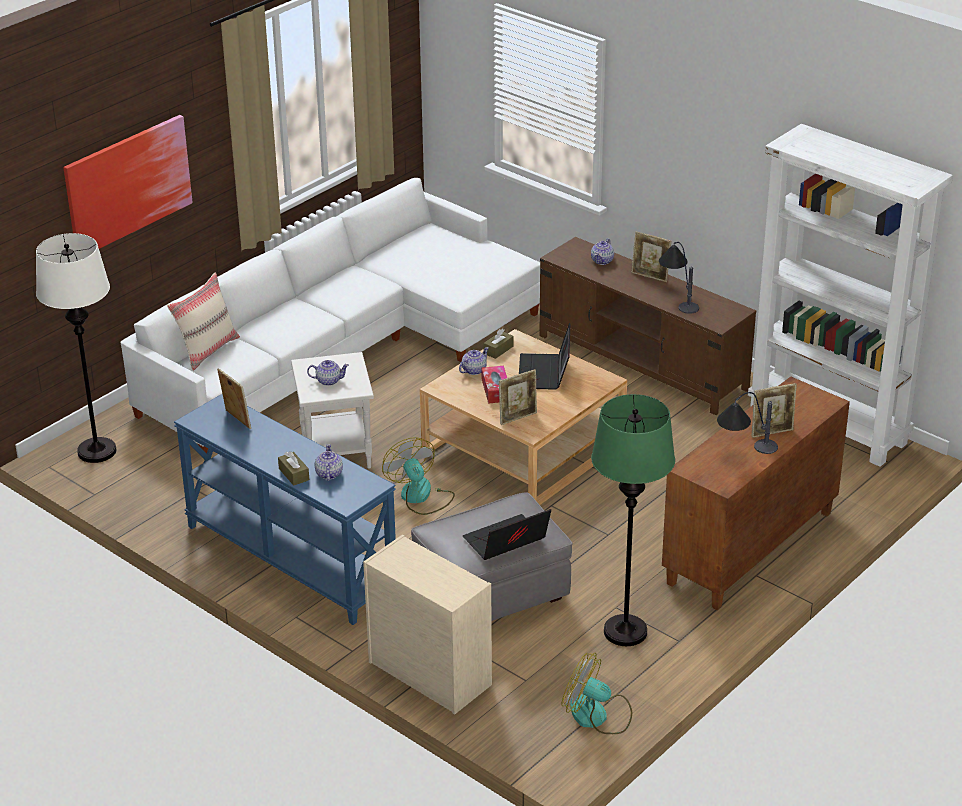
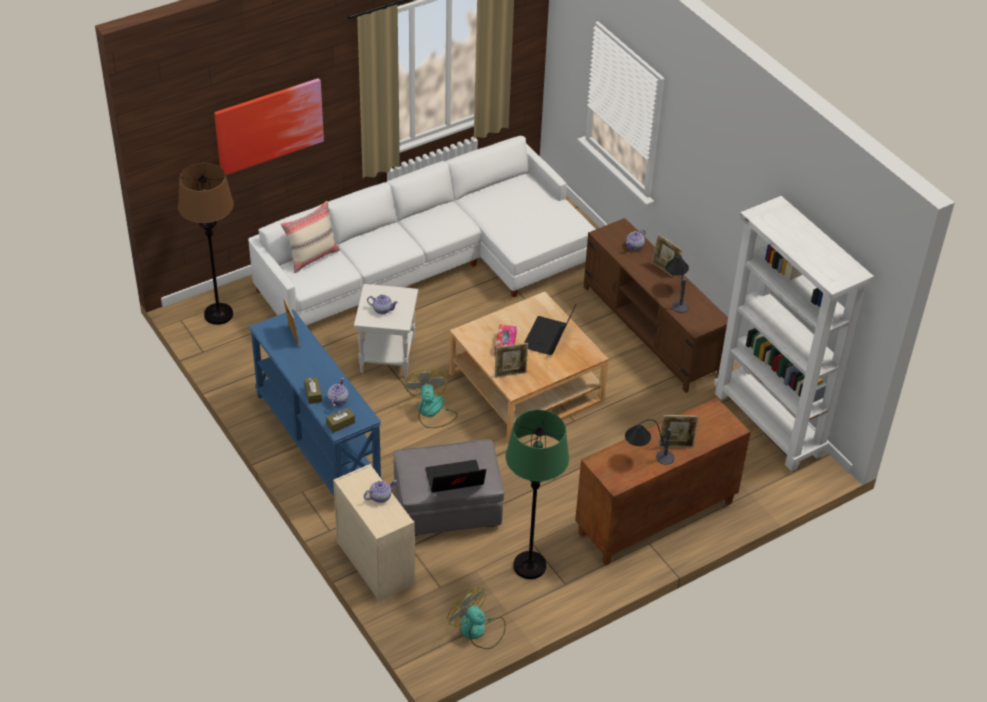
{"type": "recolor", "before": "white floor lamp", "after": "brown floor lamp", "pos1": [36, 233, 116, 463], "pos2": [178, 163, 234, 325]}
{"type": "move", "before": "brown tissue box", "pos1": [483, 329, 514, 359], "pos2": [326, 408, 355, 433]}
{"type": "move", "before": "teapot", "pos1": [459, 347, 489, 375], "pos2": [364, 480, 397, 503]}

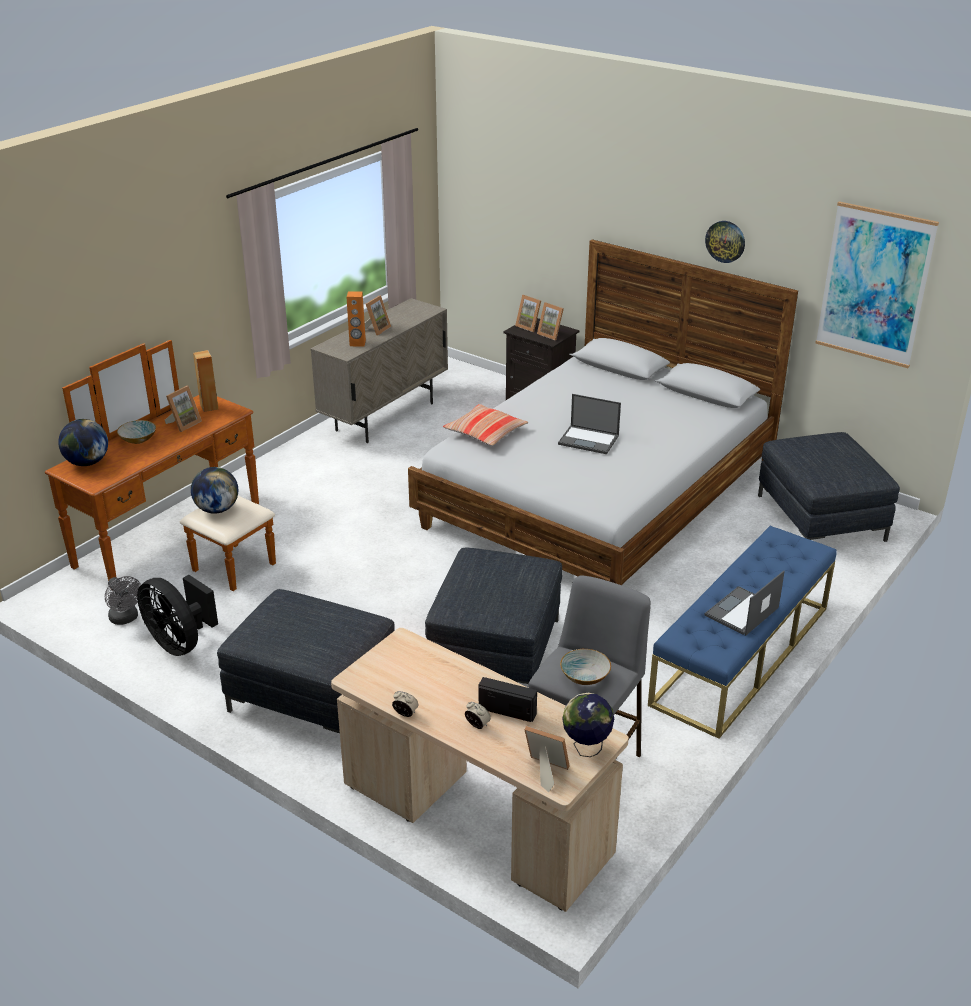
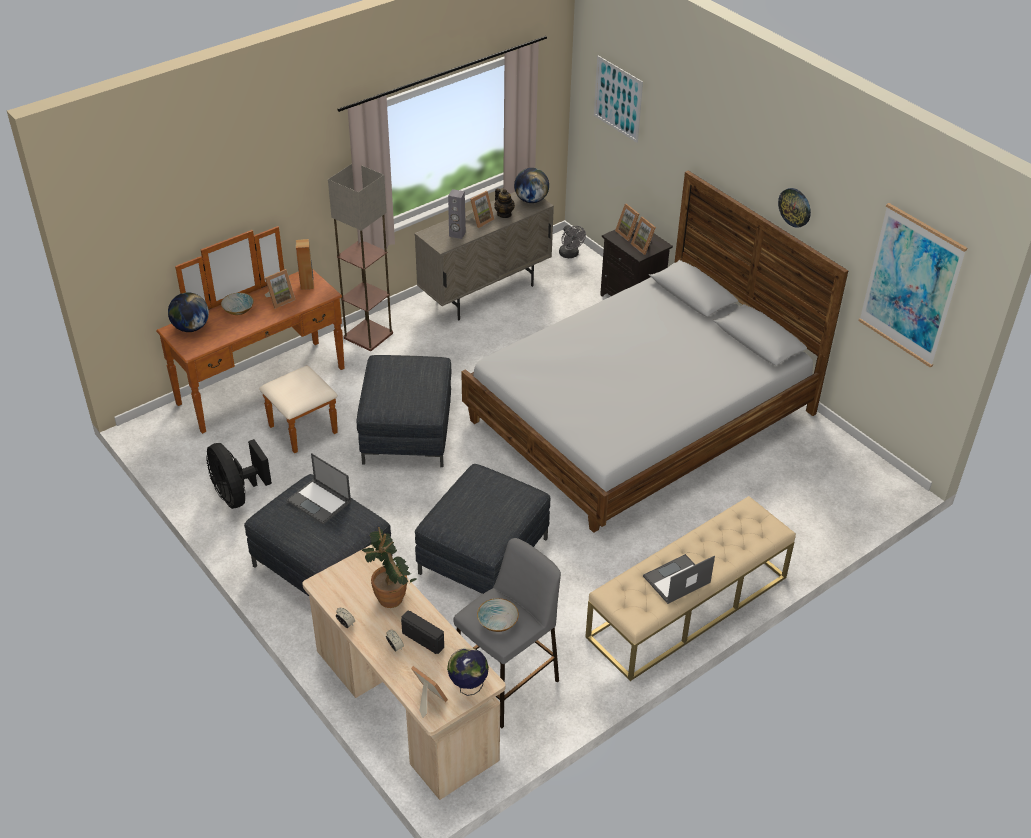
{"type": "move", "before": "laptop", "pos1": [558, 394, 621, 454], "pos2": [287, 453, 351, 525]}
{"type": "insert", "after": "floor lamp", "pos2": [328, 164, 393, 351]}
{"type": "move", "before": "grey ottoman", "pos1": [758, 432, 900, 542], "pos2": [356, 355, 452, 467]}
{"type": "insert", "after": "potted plant", "pos2": [362, 527, 417, 608]}
{"type": "recolor", "before": "orange speaker", "after": "grey speaker", "pos1": [347, 291, 366, 346], "pos2": [448, 189, 466, 239]}
{"type": "insert", "after": "teapot", "pos2": [494, 188, 515, 218]}
{"type": "move", "before": "globe", "pos1": [191, 467, 238, 514], "pos2": [514, 168, 549, 203]}
{"type": "move", "before": "grey fan", "pos1": [105, 576, 141, 625], "pos2": [559, 225, 586, 258]}
{"type": "recolor", "before": "blue bench", "after": "beige bench", "pos1": [648, 526, 837, 739], "pos2": [585, 496, 796, 681]}
{"type": "insert", "after": "picture", "pos2": [594, 56, 643, 143]}
{"type": "delete", "before": "pillow", "pos1": [443, 404, 528, 446]}

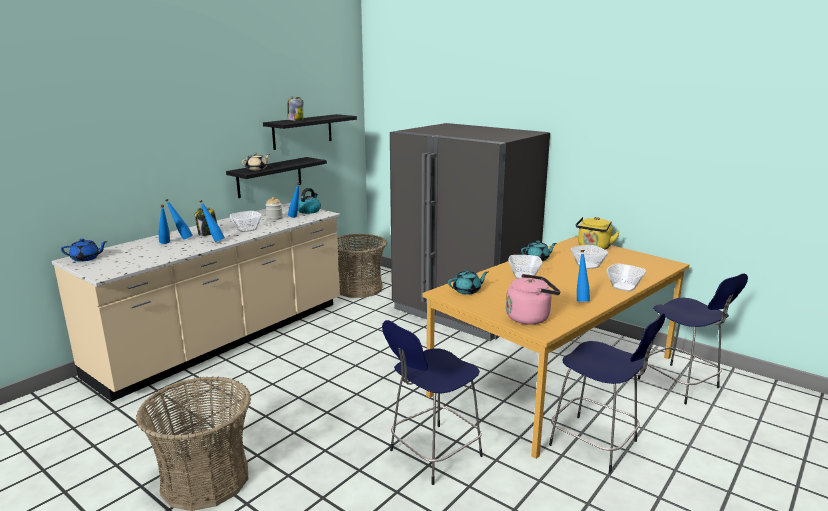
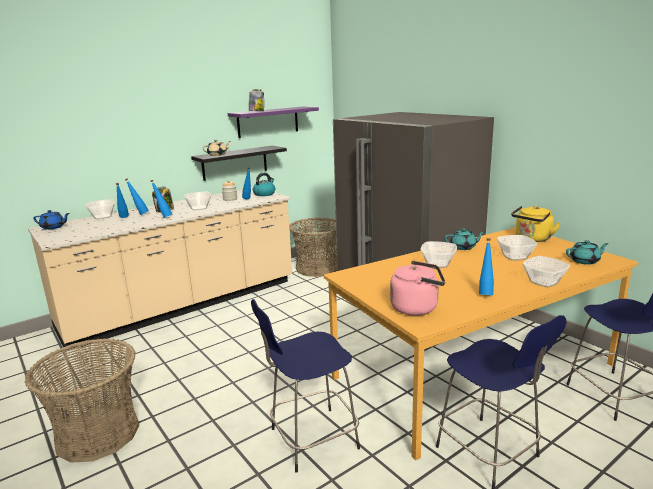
{"type": "insert", "after": "bowl", "pos2": [85, 199, 115, 219]}
{"type": "recolor", "before": "black shelf", "after": "purple shelf", "pos1": [263, 114, 357, 150], "pos2": [228, 107, 319, 138]}
{"type": "move", "before": "turquoise teapot", "pos1": [448, 270, 488, 294], "pos2": [566, 240, 609, 265]}

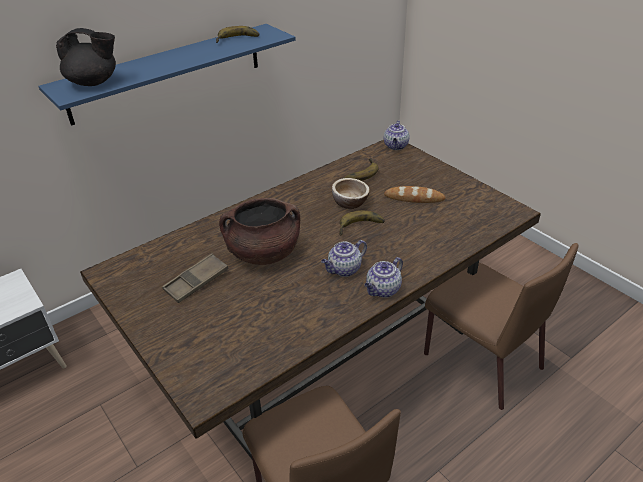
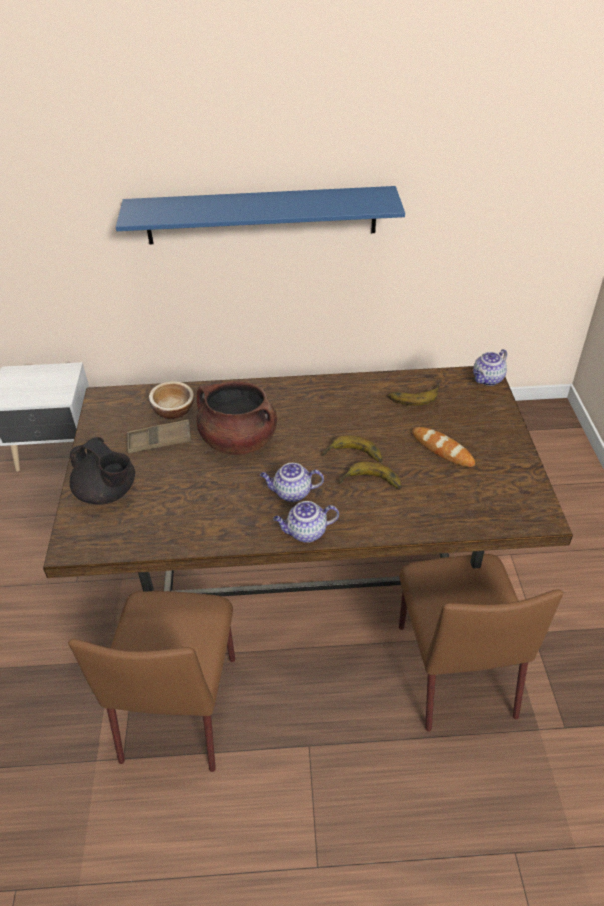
{"type": "move", "before": "black teapot", "pos1": [56, 28, 116, 86], "pos2": [70, 437, 135, 505]}
{"type": "move", "before": "bowl", "pos1": [332, 178, 370, 209], "pos2": [149, 381, 194, 419]}
{"type": "move", "before": "banana", "pos1": [216, 26, 259, 43], "pos2": [338, 462, 402, 490]}

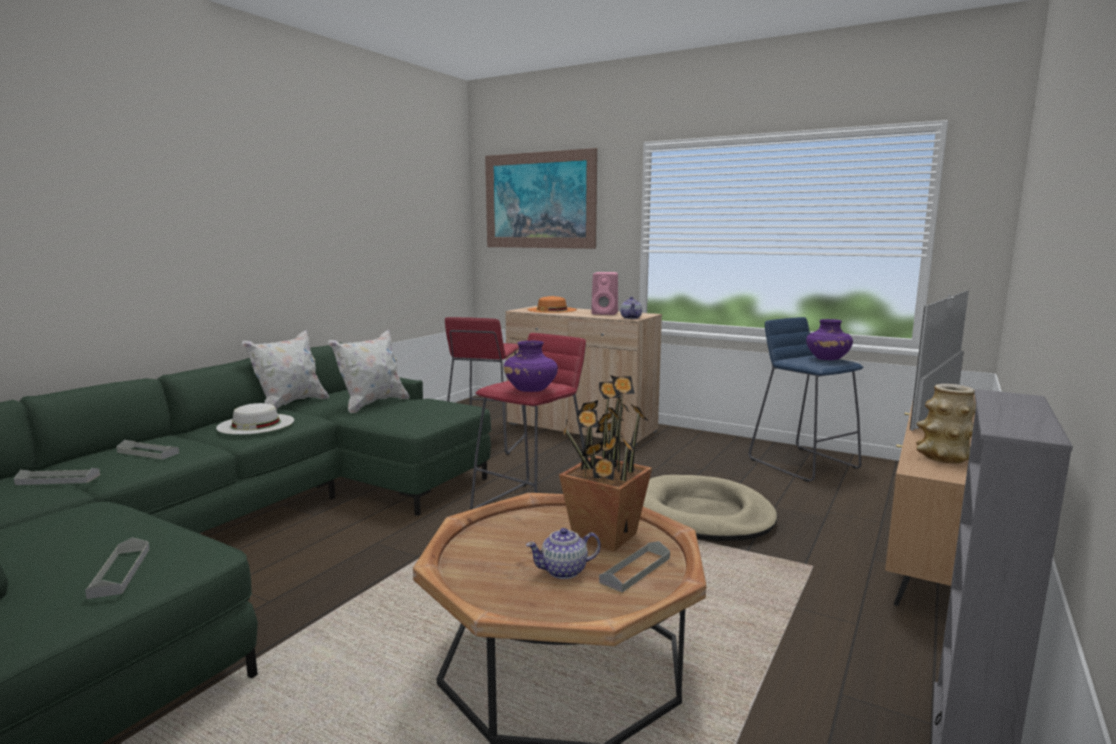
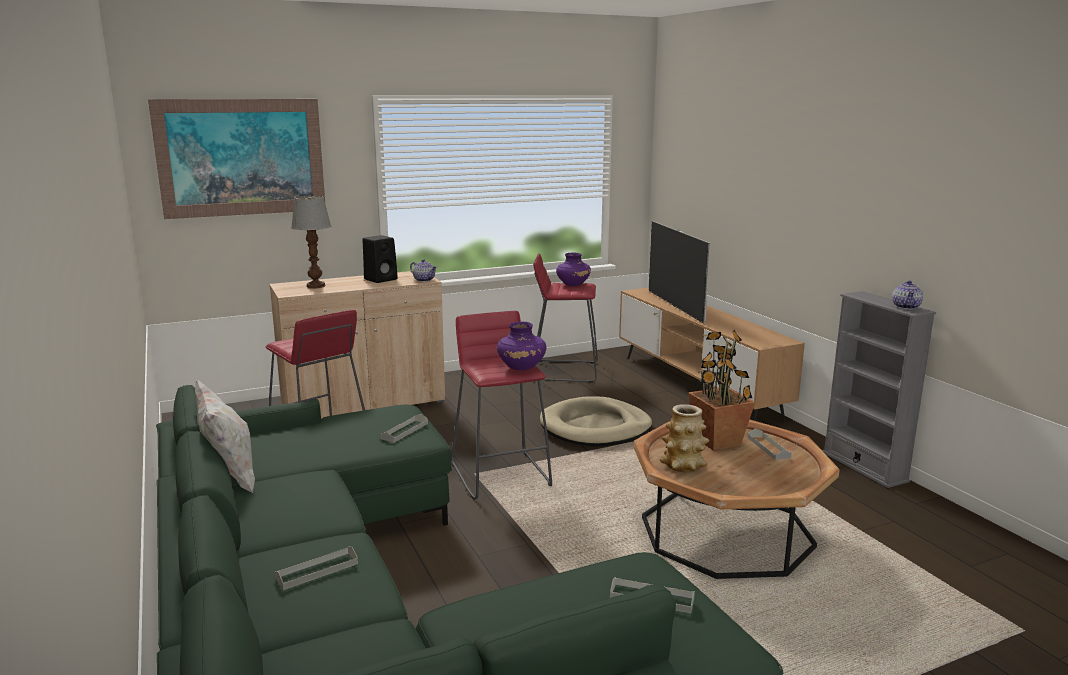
{"type": "replace", "before": "orange hat", "after": "table lamp", "pos1": [528, 296, 577, 313], "pos2": [291, 196, 332, 289]}
{"type": "recolor", "before": "pink speaker", "after": "black speaker", "pos1": [591, 272, 618, 315], "pos2": [362, 235, 397, 283]}
{"type": "move", "before": "grey tray", "pos1": [14, 468, 100, 485], "pos2": [380, 414, 428, 443]}
{"type": "recolor", "before": "blue stool", "after": "red stool", "pos1": [749, 317, 864, 482], "pos2": [533, 253, 598, 382]}
{"type": "move", "before": "vase", "pos1": [916, 384, 976, 464], "pos2": [660, 404, 709, 472]}
{"type": "move", "before": "teapot", "pos1": [526, 528, 601, 579], "pos2": [892, 281, 923, 309]}
{"type": "delete", "before": "white hat", "pos1": [216, 403, 294, 435]}
{"type": "delete", "before": "white pillow", "pos1": [328, 330, 409, 413]}

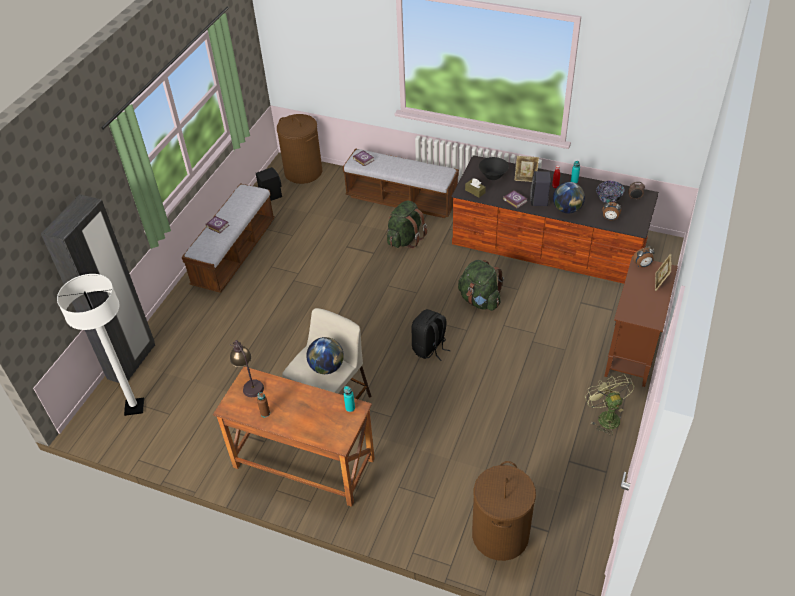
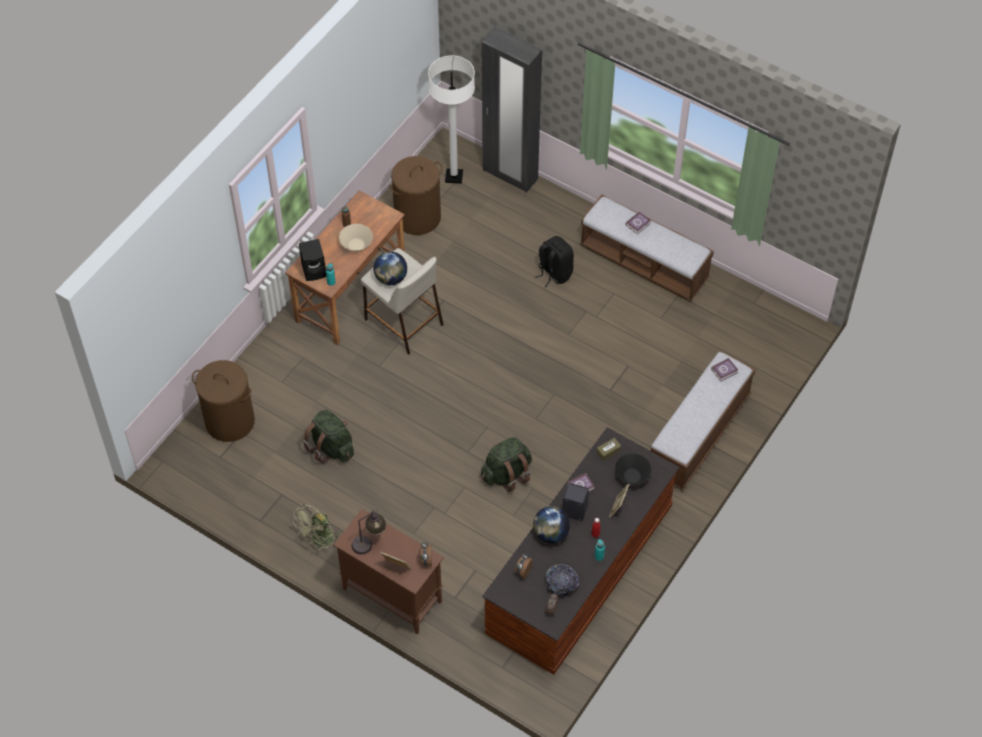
{"type": "rotate", "before": "green fan", "pos1": [585, 374, 635, 435], "pos2": [293, 504, 340, 550], "turn": 135}
{"type": "move", "before": "black speaker", "pos1": [256, 167, 282, 201], "pos2": [299, 239, 326, 281]}
{"type": "move", "before": "green backpack", "pos1": [387, 201, 427, 249], "pos2": [303, 409, 354, 464]}
{"type": "insert", "after": "beige bowl", "pos2": [339, 224, 373, 252]}
{"type": "move", "before": "table lamp", "pos1": [230, 340, 264, 397], "pos2": [352, 509, 386, 555]}
{"type": "move", "before": "brown laundry basket", "pos1": [277, 114, 323, 184], "pos2": [389, 156, 443, 235]}
{"type": "move", "before": "black backpack", "pos1": [411, 309, 451, 361], "pos2": [535, 236, 574, 288]}

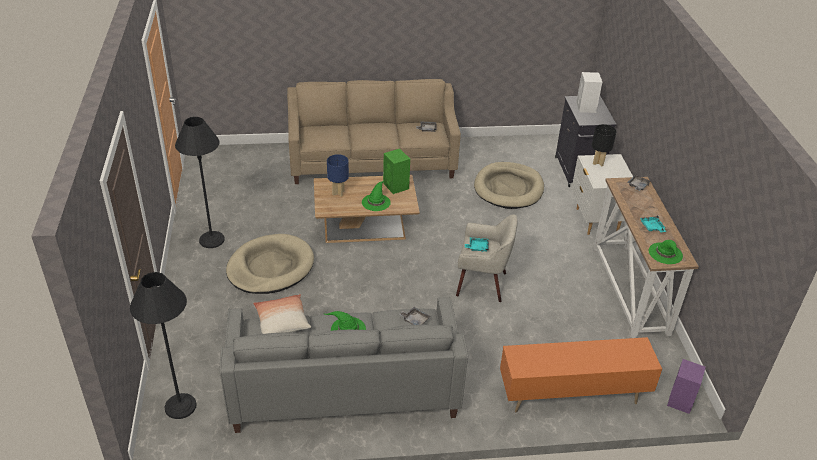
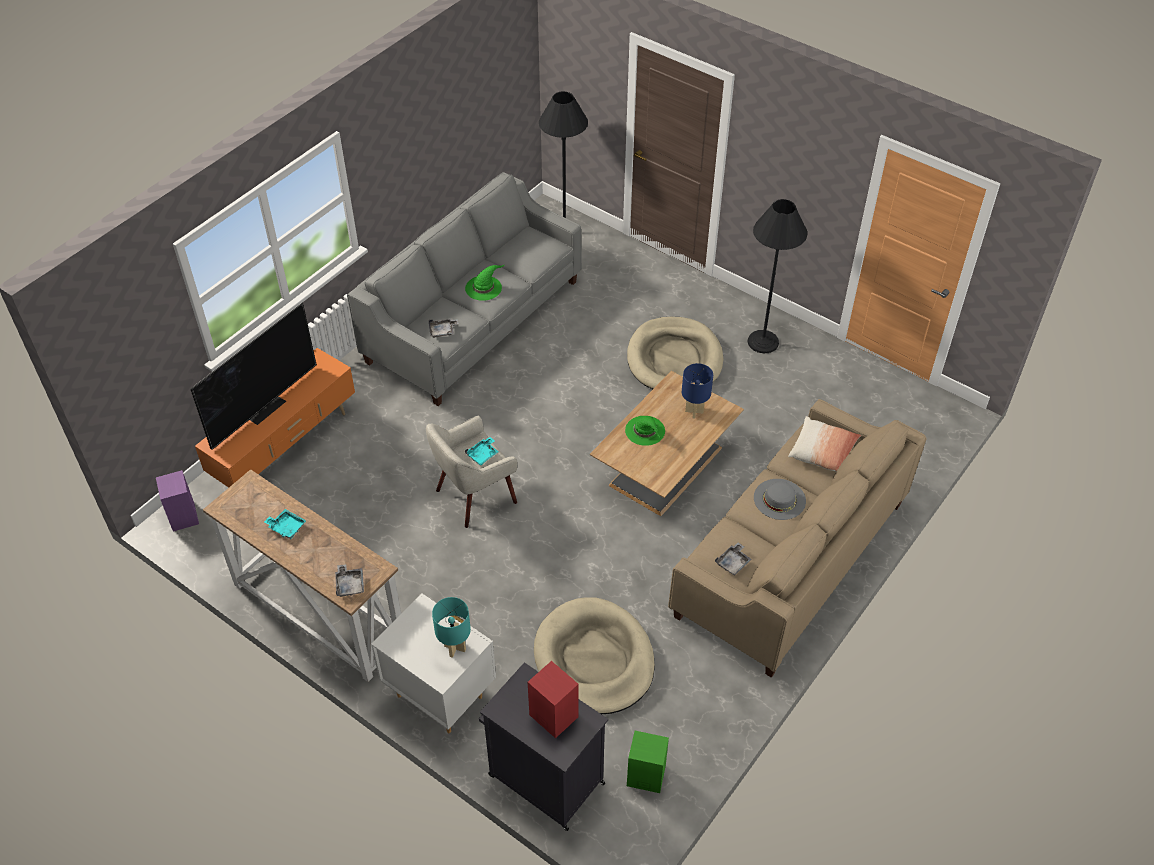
{"type": "insert", "after": "television", "pos2": [191, 303, 317, 450]}
{"type": "recolor", "before": "black table lamp", "after": "turquoise table lamp", "pos1": [592, 124, 616, 166], "pos2": [432, 597, 471, 658]}
{"type": "recolor", "before": "white speaker", "after": "red speaker", "pos1": [576, 72, 602, 113], "pos2": [528, 661, 579, 738]}
{"type": "move", "before": "green speaker", "pos1": [383, 149, 410, 194], "pos2": [627, 731, 669, 793]}
{"type": "insert", "after": "grey hat", "pos2": [754, 479, 806, 520]}
{"type": "move", "before": "pillow", "pos1": [253, 294, 311, 334], "pos2": [788, 416, 861, 471]}
{"type": "delete", "before": "green hat", "pos1": [649, 240, 683, 264]}

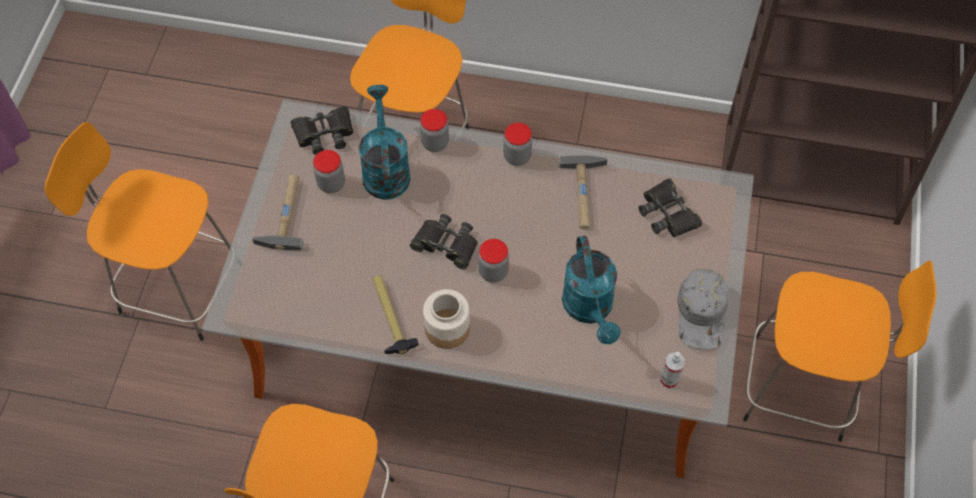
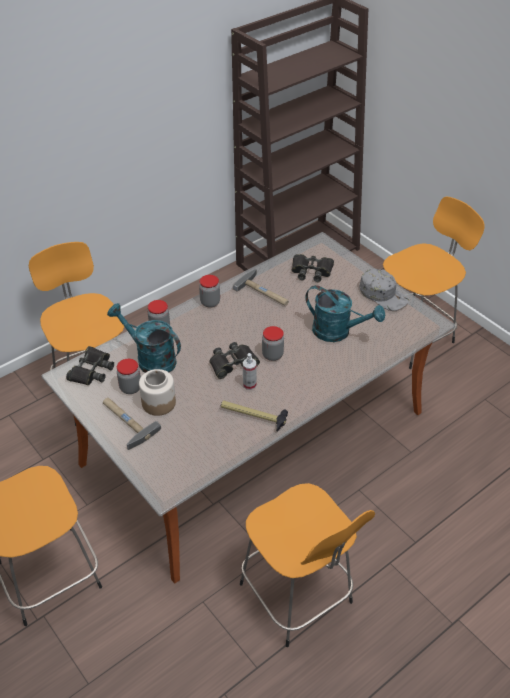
{"type": "move", "before": "jar", "pos1": [423, 289, 470, 349], "pos2": [139, 369, 176, 416]}
{"type": "move", "before": "spray bottle", "pos1": [660, 352, 685, 389], "pos2": [243, 353, 256, 390]}

